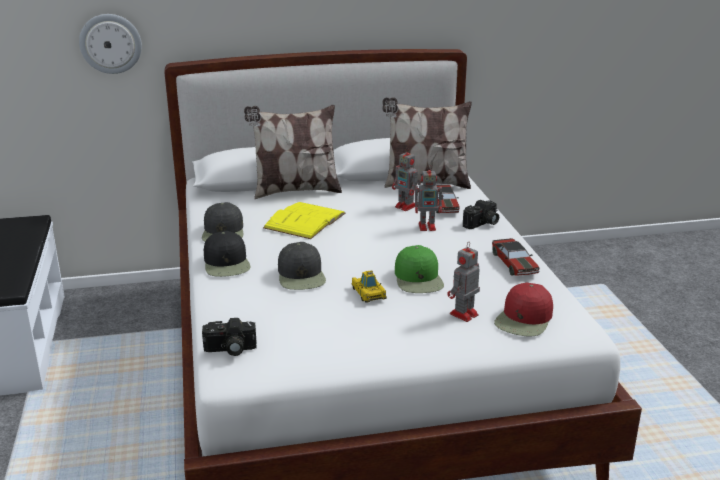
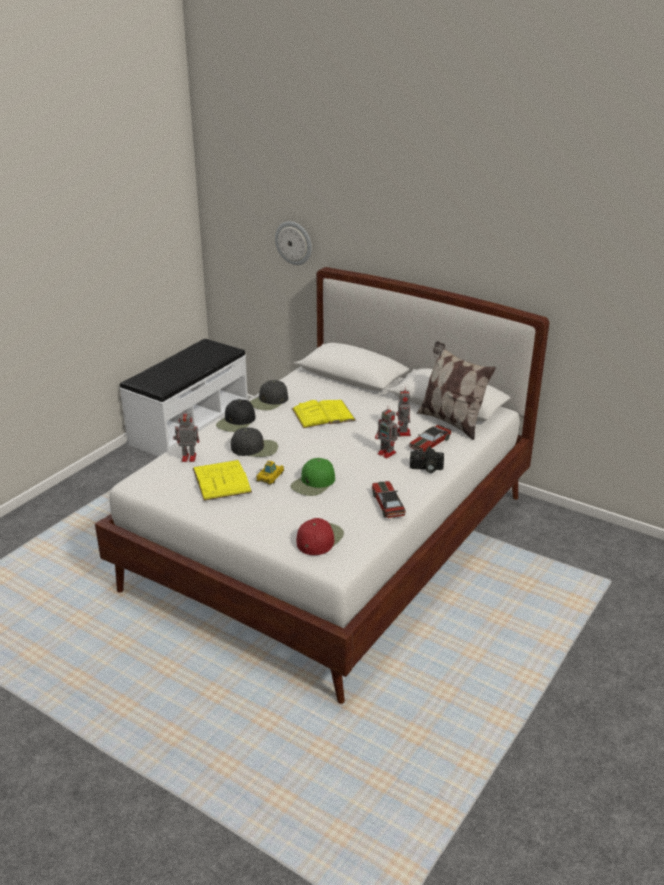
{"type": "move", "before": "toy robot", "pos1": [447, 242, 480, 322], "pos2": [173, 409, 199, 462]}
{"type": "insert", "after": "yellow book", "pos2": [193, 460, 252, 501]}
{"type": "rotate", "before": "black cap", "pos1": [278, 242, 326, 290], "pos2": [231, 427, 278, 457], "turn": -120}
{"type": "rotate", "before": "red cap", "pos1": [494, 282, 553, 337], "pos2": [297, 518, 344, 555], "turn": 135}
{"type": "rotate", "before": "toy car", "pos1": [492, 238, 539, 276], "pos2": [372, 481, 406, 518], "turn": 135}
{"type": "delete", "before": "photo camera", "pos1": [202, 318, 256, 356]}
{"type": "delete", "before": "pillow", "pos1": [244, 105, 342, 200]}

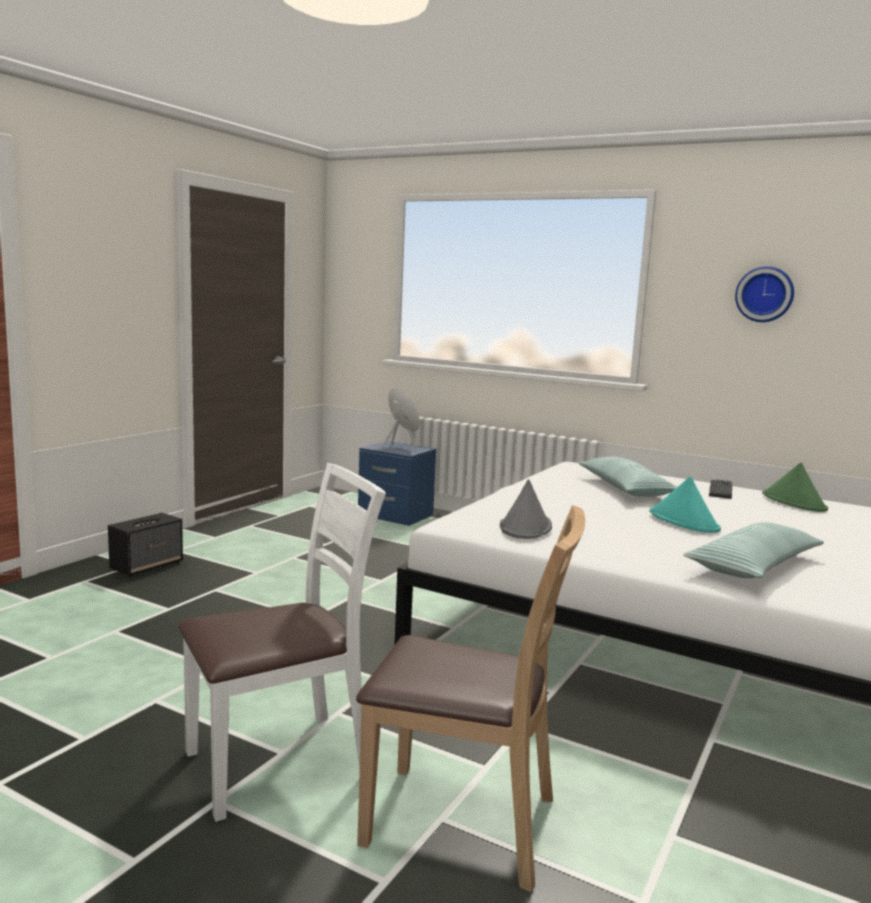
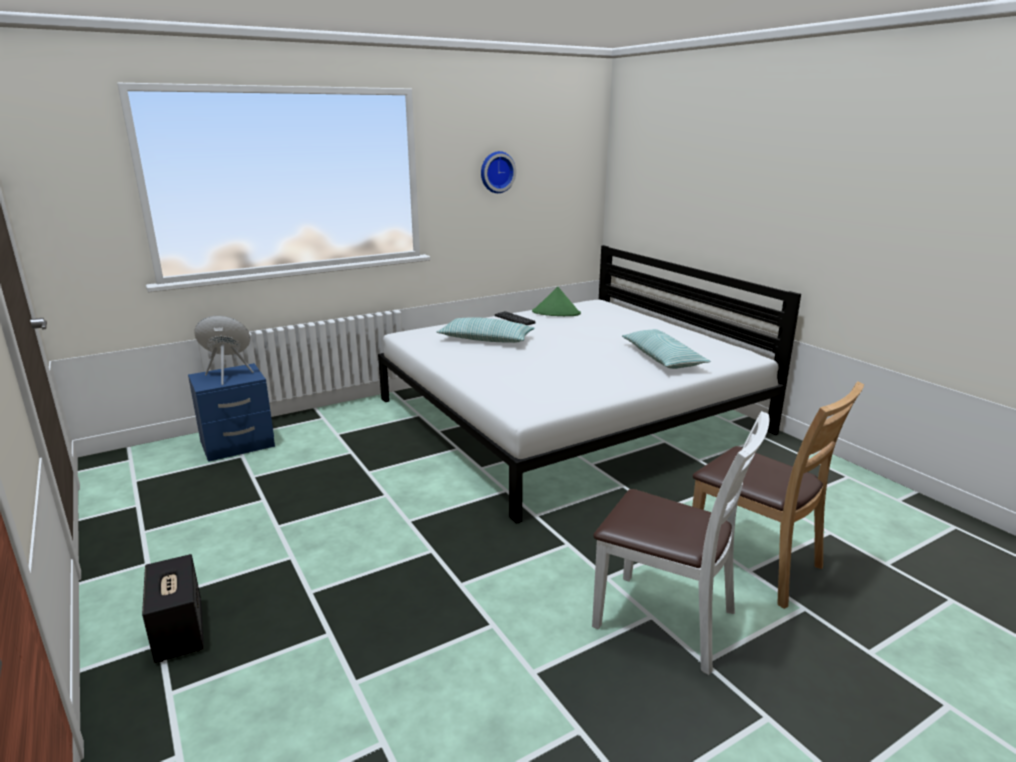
{"type": "rotate", "before": "white chair", "pos1": [178, 463, 386, 822], "pos2": [592, 411, 770, 675], "turn": 120}
{"type": "rotate", "before": "brown chair", "pos1": [356, 505, 585, 892], "pos2": [692, 381, 864, 609], "turn": 90}
{"type": "delete", "before": "grey hat", "pos1": [500, 479, 552, 539]}
{"type": "delete", "before": "turquoise hat", "pos1": [649, 476, 721, 533]}

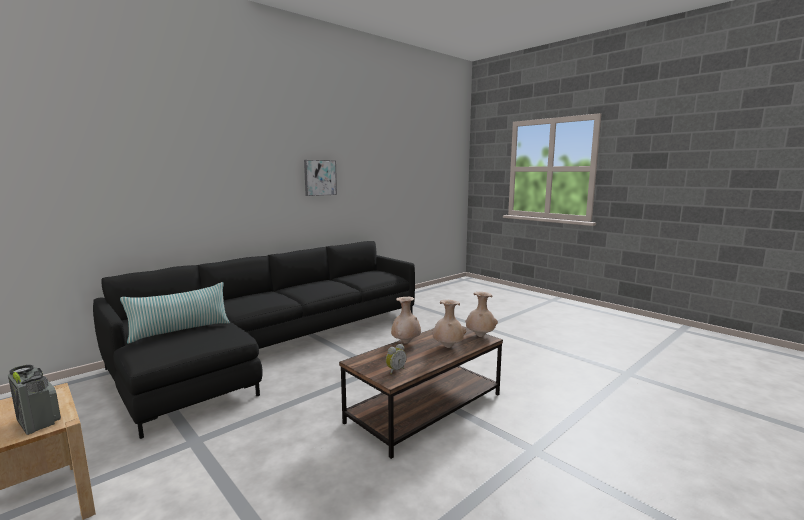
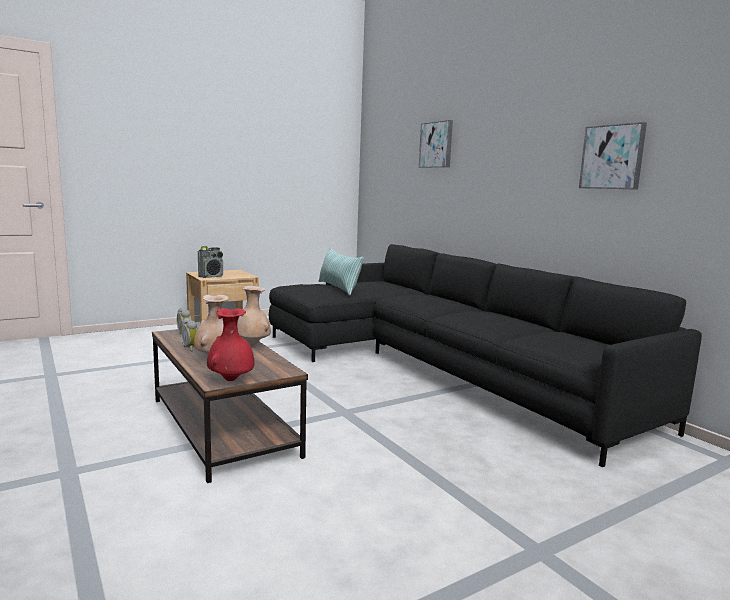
{"type": "insert", "after": "alarm clock", "pos2": [181, 318, 198, 352]}
{"type": "recolor", "before": "beige vase", "after": "red vase", "pos1": [465, 292, 498, 337], "pos2": [207, 308, 255, 381]}
{"type": "insert", "after": "picture", "pos2": [419, 120, 453, 168]}

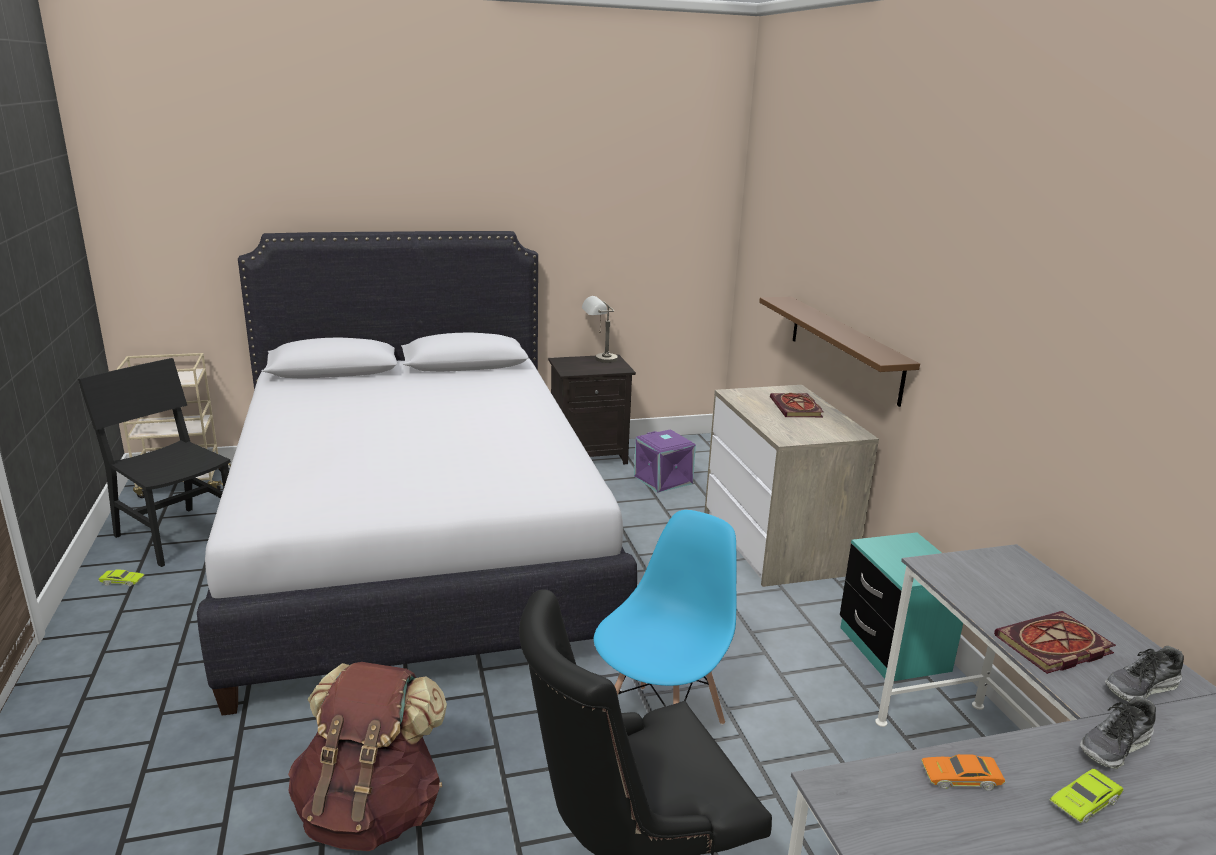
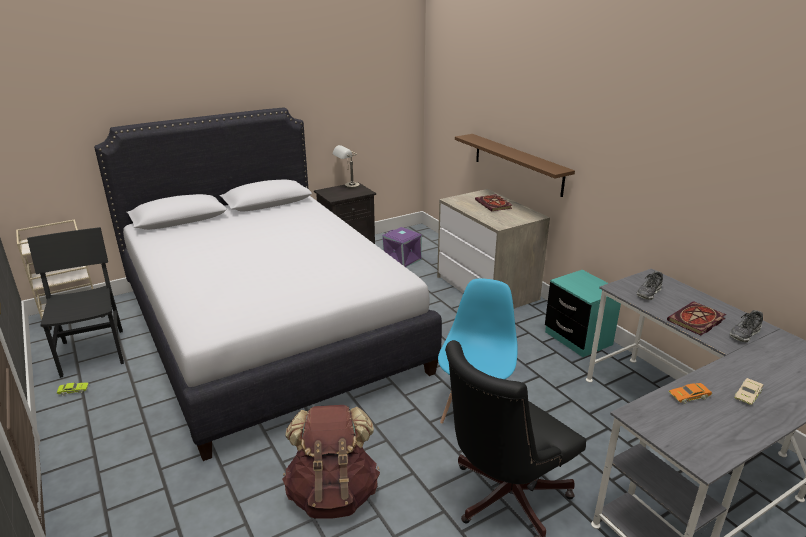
{"type": "rotate", "before": "black chair", "pos1": [78, 358, 231, 567], "pos2": [27, 227, 124, 378], "turn": 45}
{"type": "move", "before": "shoe", "pos1": [1080, 696, 1156, 769], "pos2": [636, 271, 663, 300]}
{"type": "recolor", "before": "green toy car", "after": "beige toy car", "pos1": [1049, 769, 1124, 823], "pos2": [734, 378, 764, 405]}

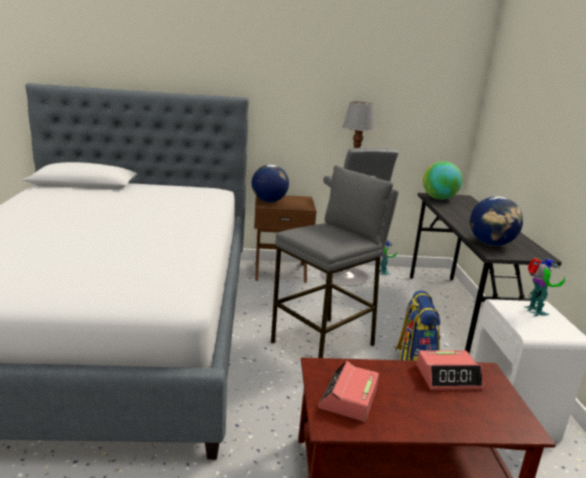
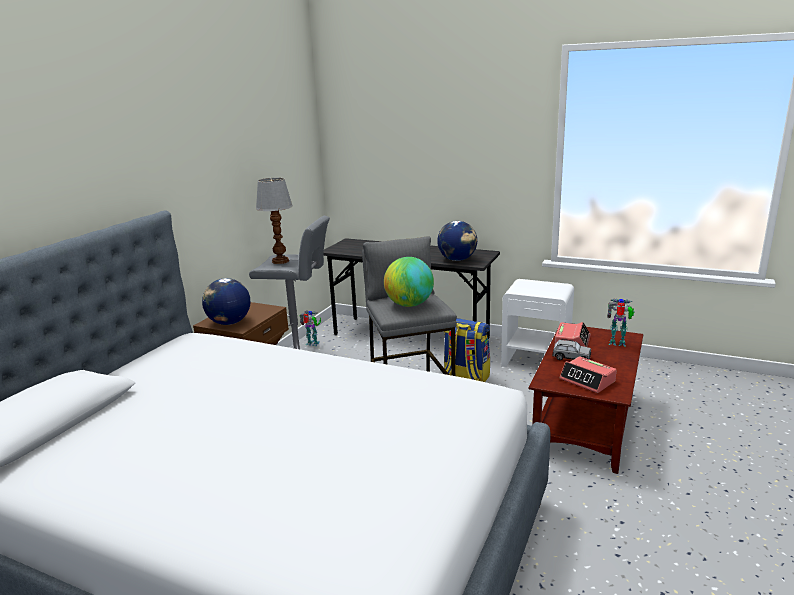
{"type": "move", "before": "globe", "pos1": [423, 161, 462, 200], "pos2": [384, 257, 434, 307]}
{"type": "insert", "after": "grey toy car", "pos2": [552, 339, 591, 360]}
{"type": "move", "before": "toy robot", "pos1": [524, 257, 565, 317], "pos2": [607, 299, 635, 347]}

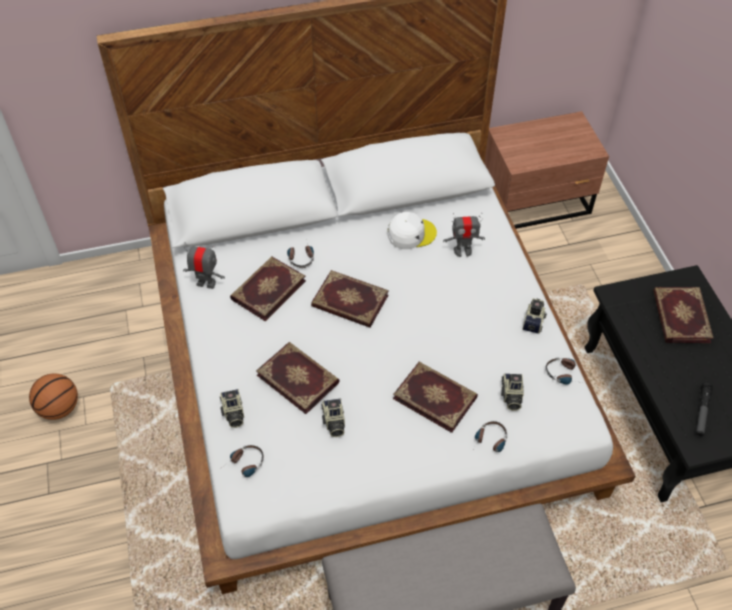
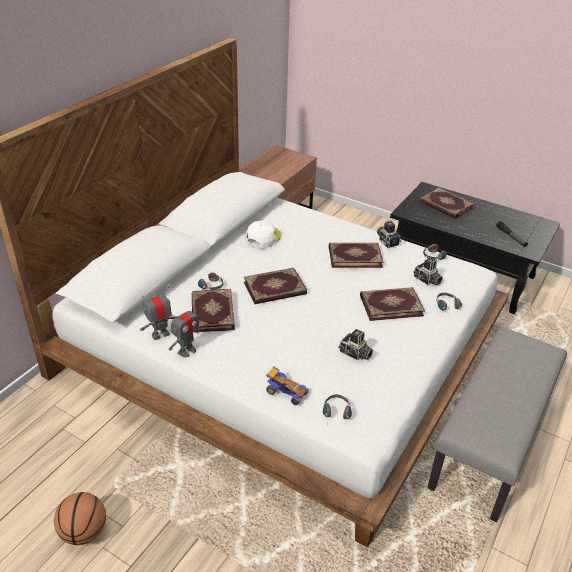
{"type": "move", "before": "toy robot", "pos1": [443, 213, 485, 257], "pos2": [169, 303, 201, 357]}
{"type": "replace", "before": "photo camera", "after": "toy car", "pos1": [220, 389, 244, 428], "pos2": [266, 366, 309, 405]}
{"type": "move", "before": "book", "pos1": [256, 342, 340, 414], "pos2": [329, 243, 384, 268]}

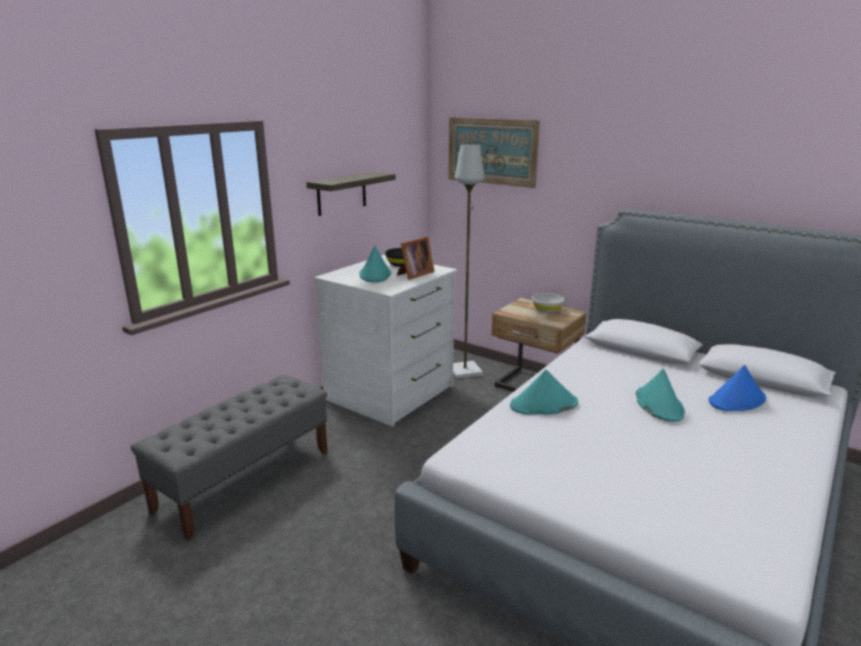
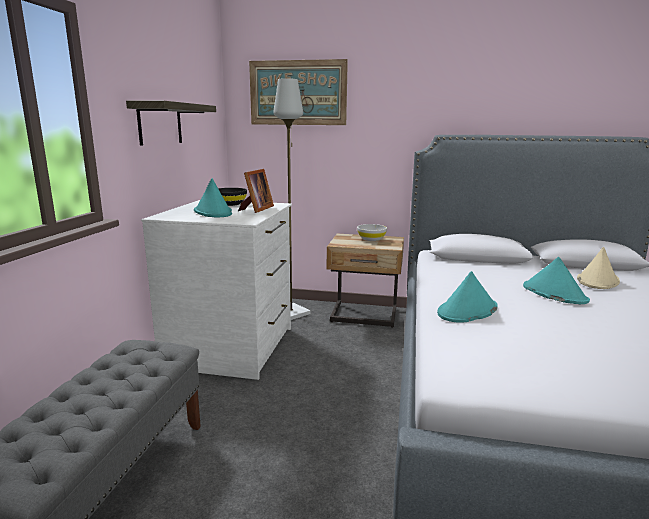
{"type": "recolor", "before": "blue hat", "after": "beige hat", "pos1": [709, 365, 766, 411], "pos2": [577, 247, 620, 289]}

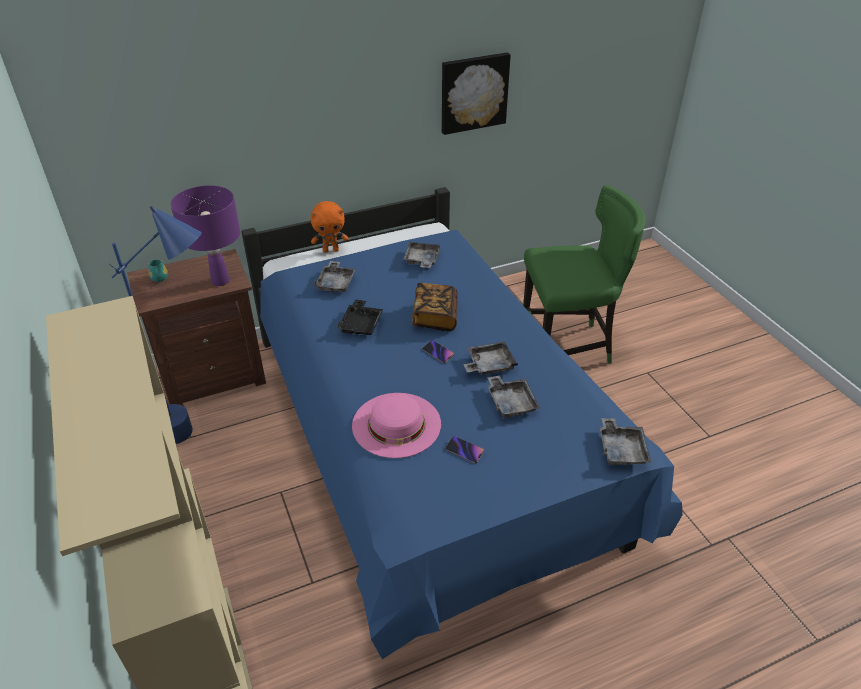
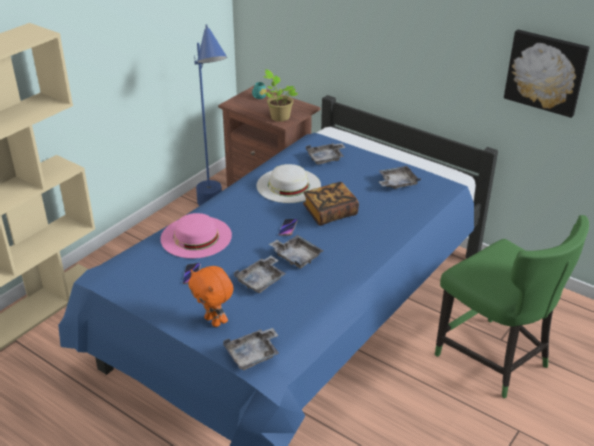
{"type": "move", "before": "orange plush toy", "pos1": [310, 201, 348, 253], "pos2": [188, 266, 234, 327]}
{"type": "replace", "before": "black tray", "after": "white hat", "pos1": [337, 299, 383, 335], "pos2": [256, 164, 321, 203]}
{"type": "replace", "before": "purple table lamp", "after": "potted plant", "pos1": [171, 185, 240, 286], "pos2": [263, 69, 298, 122]}

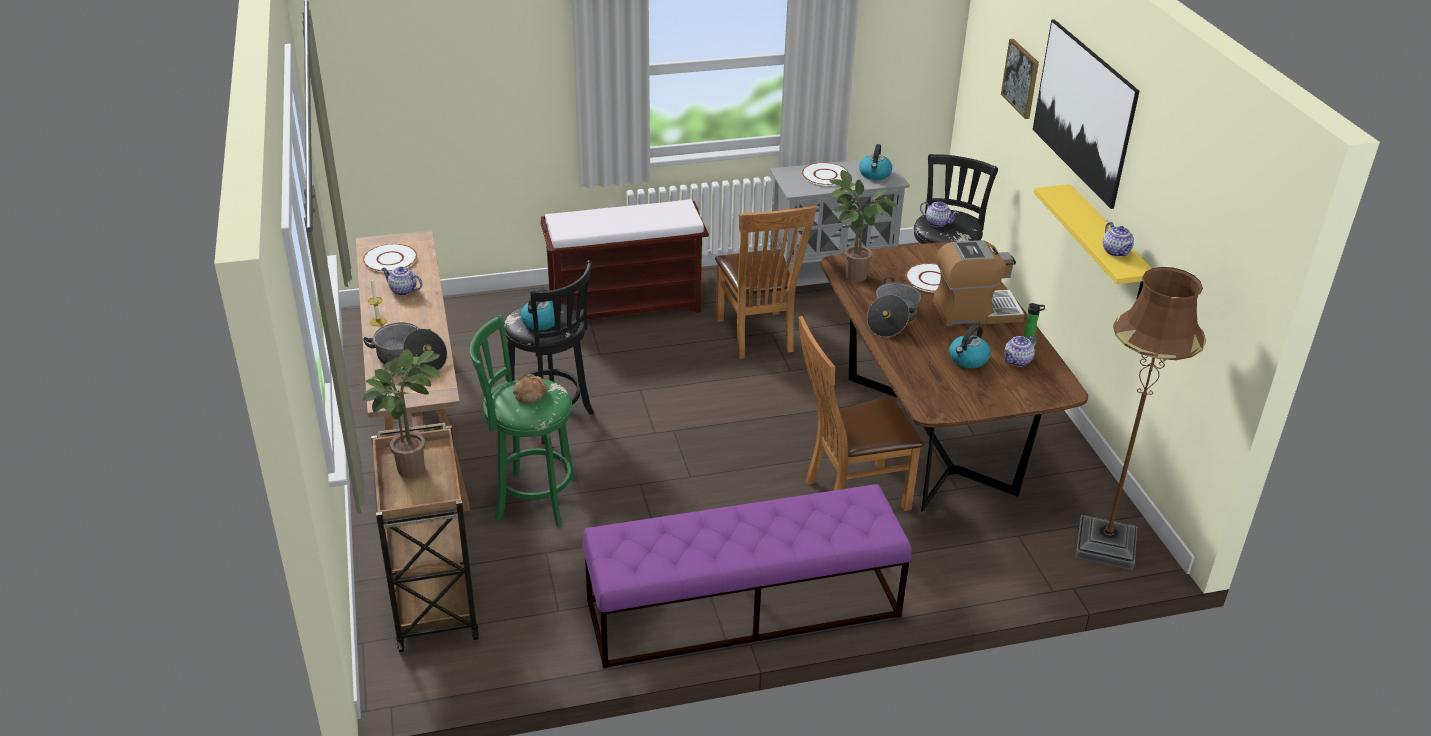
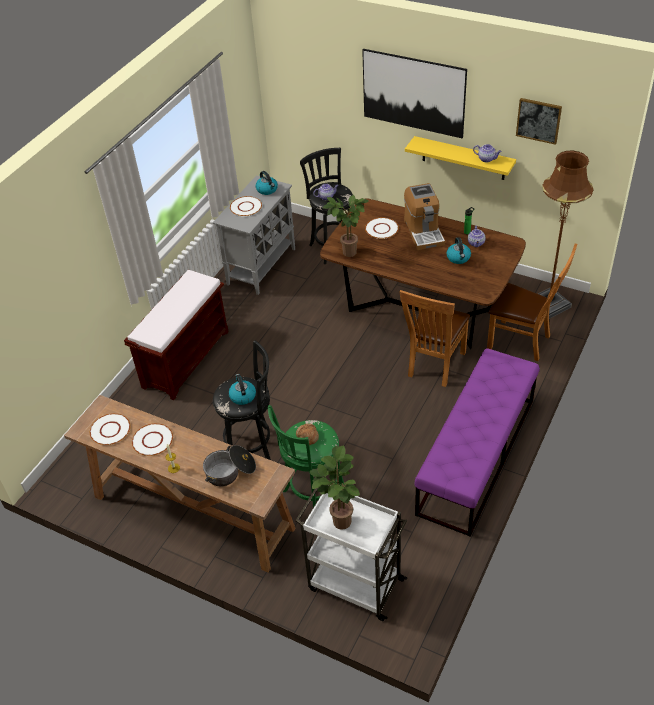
{"type": "replace", "before": "teapot", "after": "white plate", "pos1": [381, 267, 422, 296], "pos2": [132, 423, 173, 456]}
{"type": "recolor", "before": "brown cart", "after": "white cart", "pos1": [371, 423, 479, 652], "pos2": [295, 485, 407, 621]}
{"type": "rotate", "before": "coffee machine", "pos1": [933, 240, 1025, 326], "pos2": [404, 183, 445, 250], "turn": 135}
{"type": "move", "before": "brown chair", "pos1": [715, 206, 816, 359], "pos2": [487, 243, 577, 361]}
{"type": "move", "before": "picture", "pos1": [1001, 39, 1039, 119], "pos2": [516, 98, 562, 145]}
{"type": "delete", "before": "cooking pot", "pos1": [867, 277, 922, 337]}

